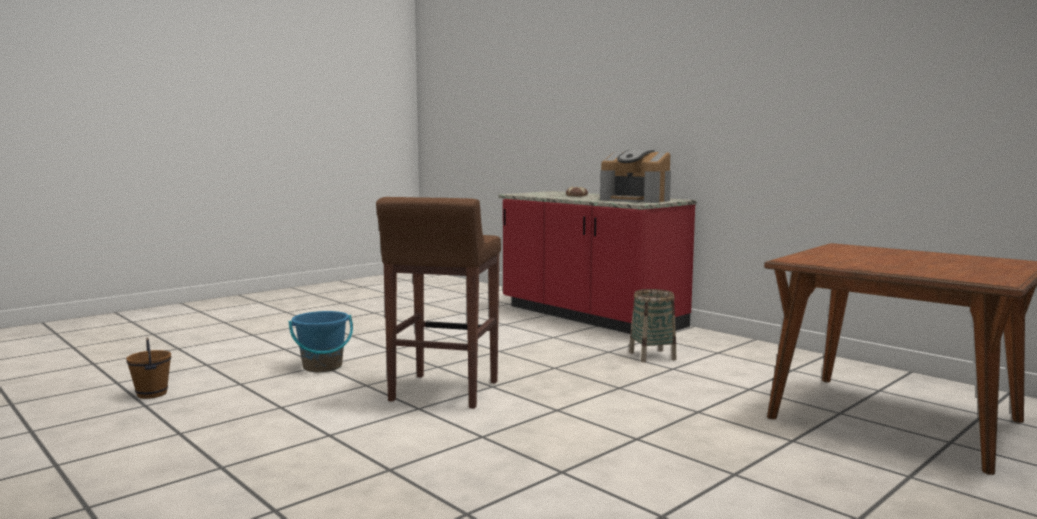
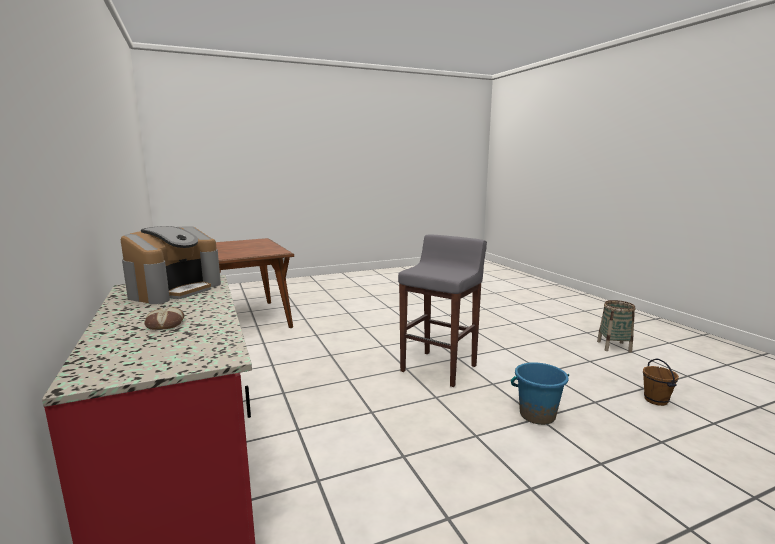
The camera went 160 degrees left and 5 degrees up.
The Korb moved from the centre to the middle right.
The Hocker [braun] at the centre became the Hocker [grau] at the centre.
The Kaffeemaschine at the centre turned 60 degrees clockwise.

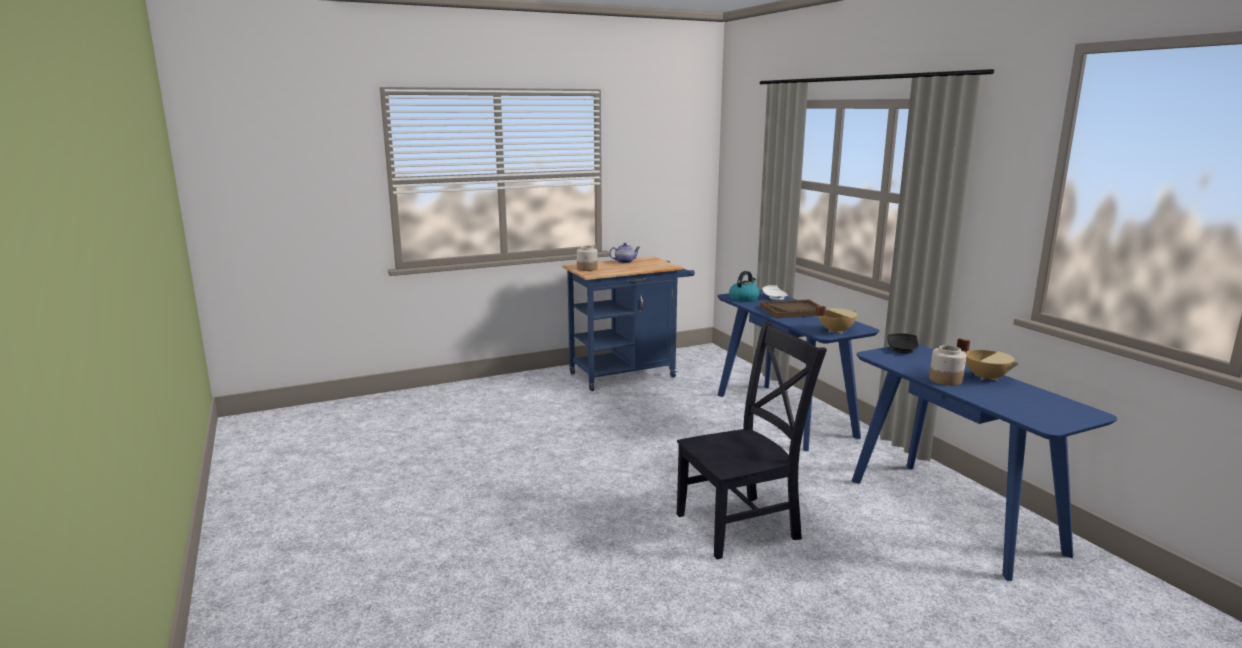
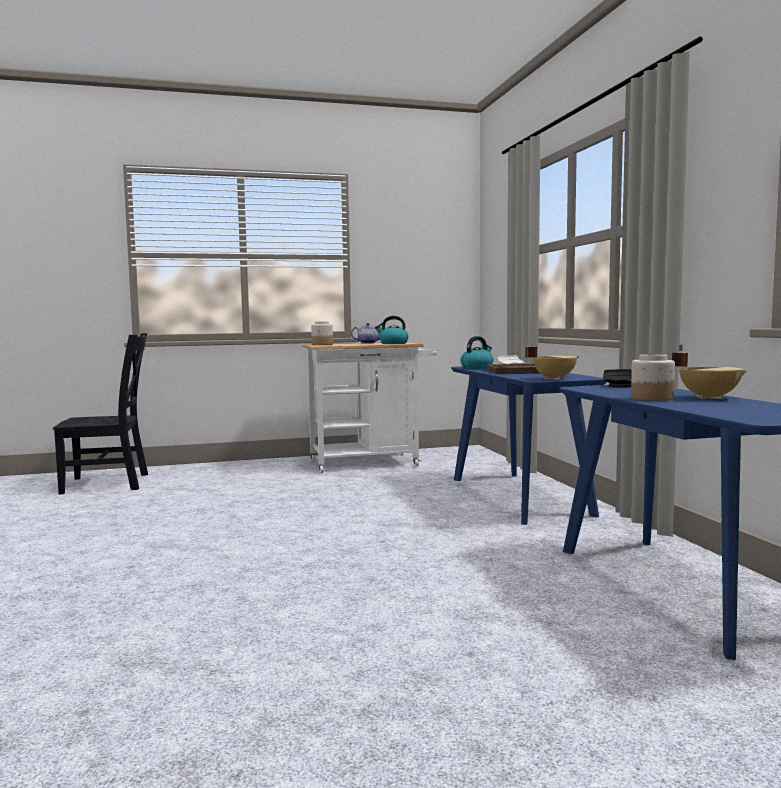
The camera went 10 degrees right and 10 degrees down.
The Wasserkessel (1st from left) at the centre appeared.
The Stuhl [schwarz] moved from the bottom centre to the middle left.
The Rollwagen [blau] at the centre became the Rollwagen [weiß] at the centre.

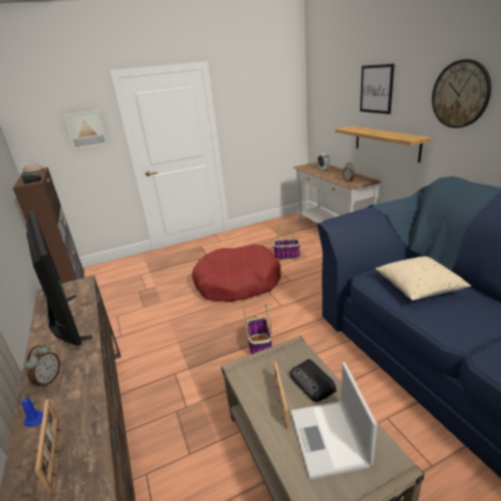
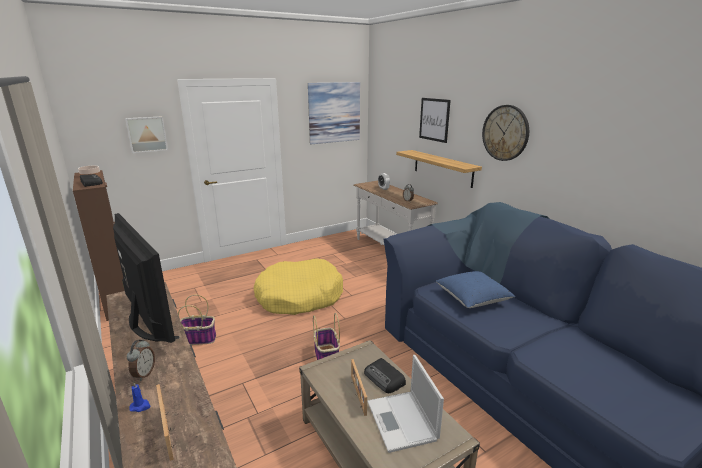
The camera went 10 degrees left and 5 degrees down.
The Bild (2nd from left) at the top centre appeared.
The Korb (2nd from left in the first image) moved from the centre to the bottom left.
The Hundebett [rot] at the centre became the Hundebett [gelb] at the centre.
The Kissen [beige] at the middle right became the Kissen [blau] at the middle right.

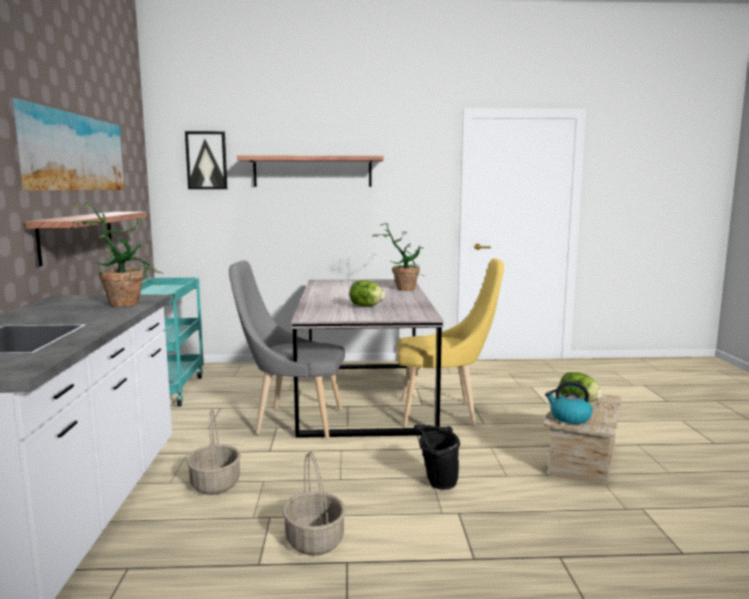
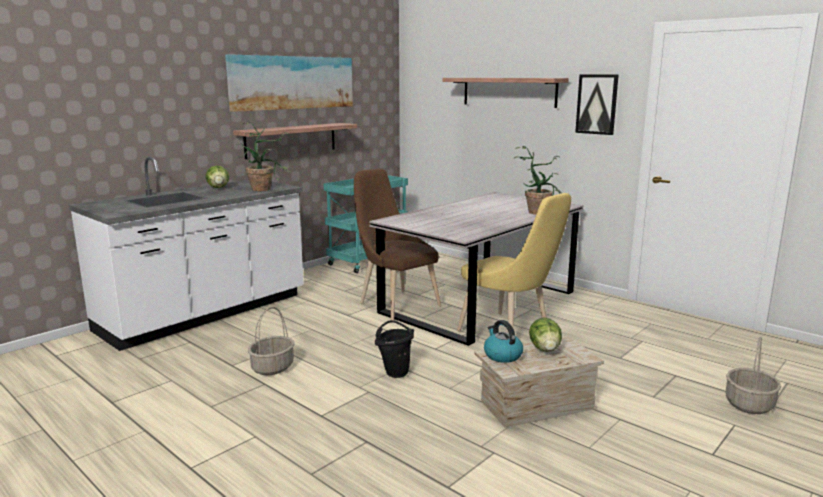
The camera went 45 degrees right and 5 degrees up.
The Bild (2nd from left) moved from the top left to the top right.
The Korb (1st from left in the first image) moved from the bottom left to the bottom right.
The Salatkopf (1st from left) moved from the centre to the middle left.
The Stuhl [grau] at the centre became the Stuhl [braun] at the centre.

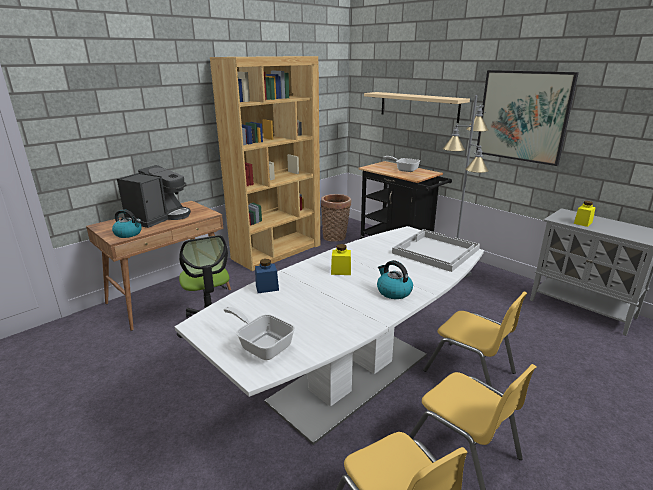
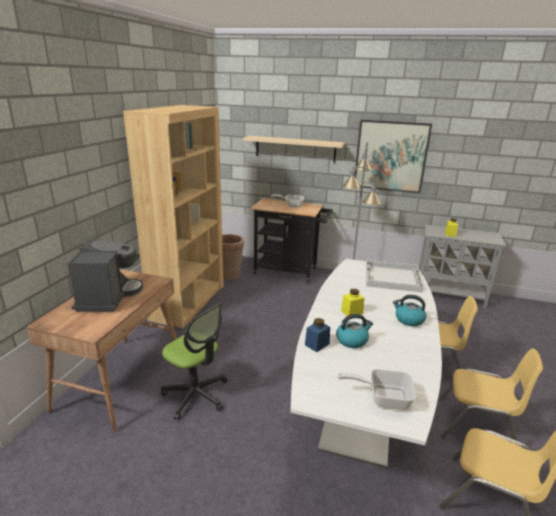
The camera went 30 degrees left and 0 degrees up.
The Wasserkessel (1st from left) moved from the middle left to the centre.

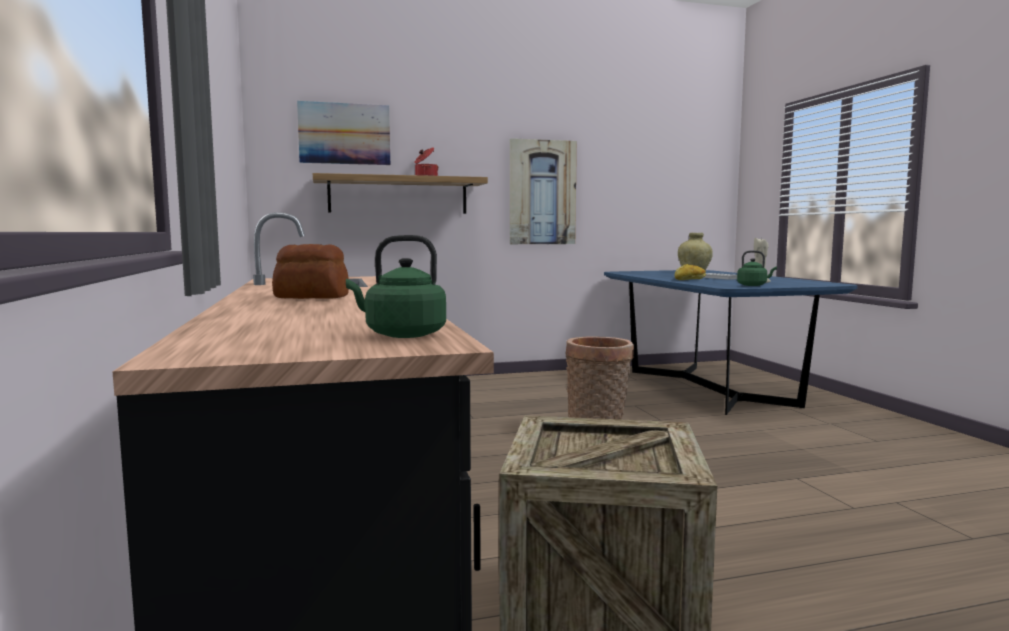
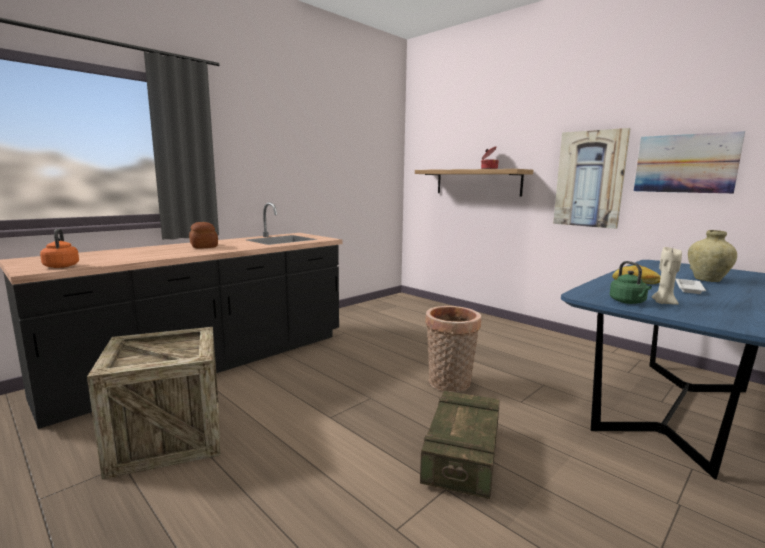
The camera went 60 degrees right and 5 degrees up.
The Kiste (2nd from left) at the bottom centre appeared.
The Bild (1st from left in the first image) moved from the top centre to the top right.
The Wasserkessel [grün] (1st from left) at the centre became the Wasserkessel [orange] at the middle left.

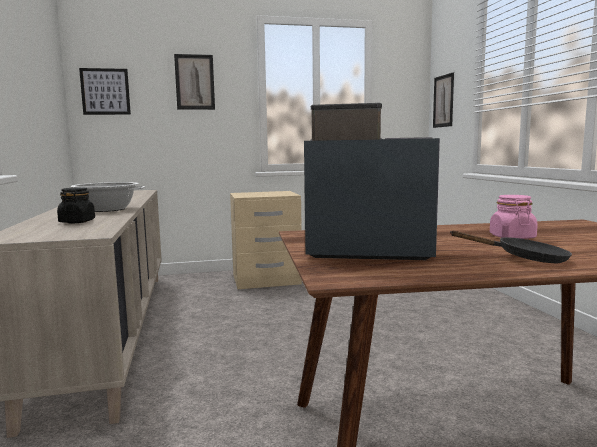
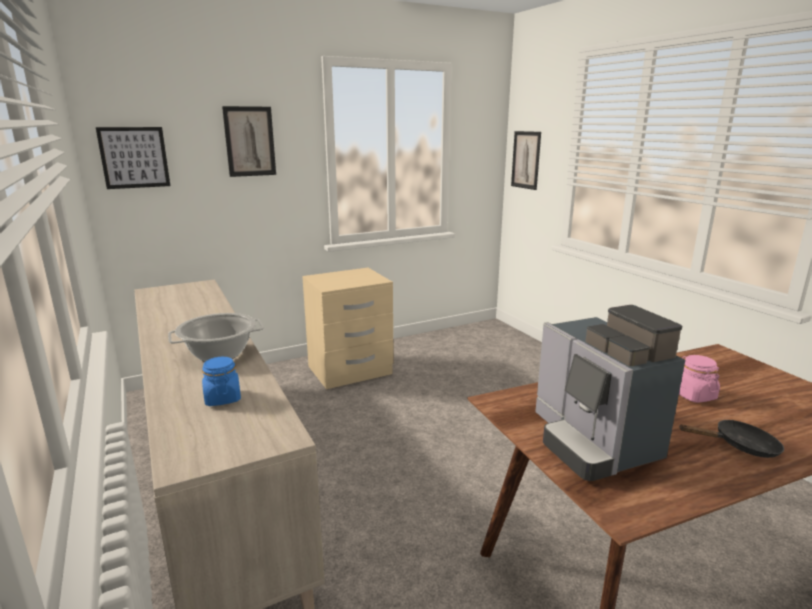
The camera went 15 degrees left and 10 degrees up.
The Vorratsglas [schwarz] at the middle left became the Vorratsglas [blau] at the middle left.
The Kaffeemaschine at the centre turned 105 degrees counterclockwise.

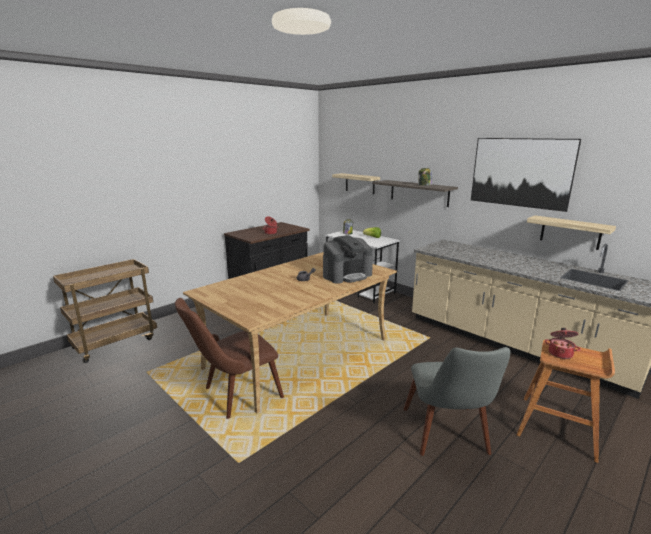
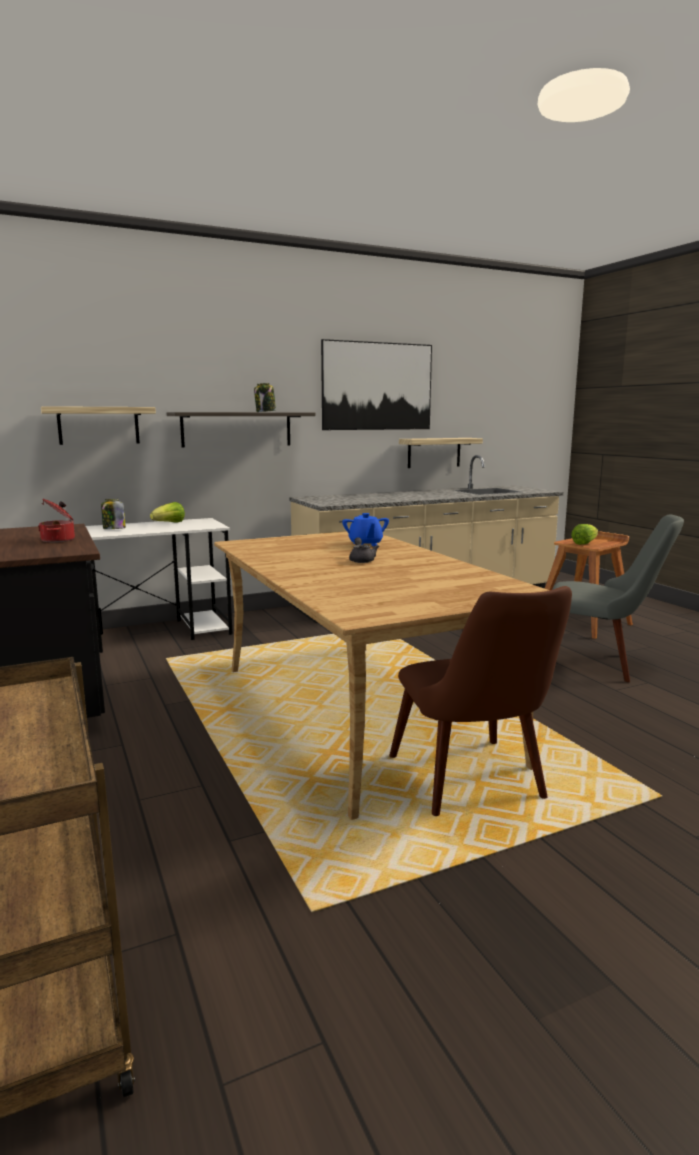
The camera went 70 degrees left and 5 degrees down.
The Kaffeemaschine at the centre was replaced by the Teekanne [blau] at the centre.
The Kochtopf (2nd from left) at the middle right was replaced by the Salatkopf (2nd from left) at the middle right.

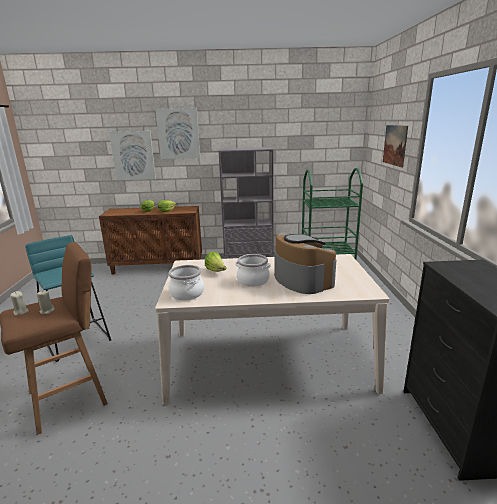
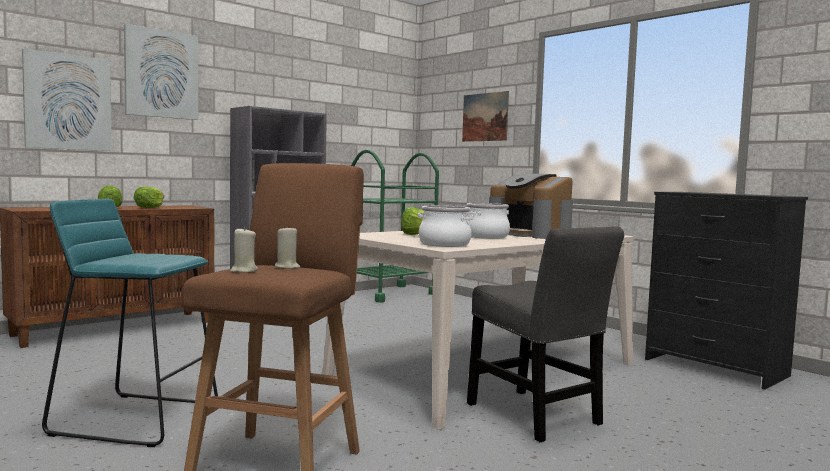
The camera went 40 degrees left and 15 degrees down.
The Stuhl [grau] at the bottom centre appeared.
The Kaffeemaschine at the centre turned 150 degrees counterclockwise.

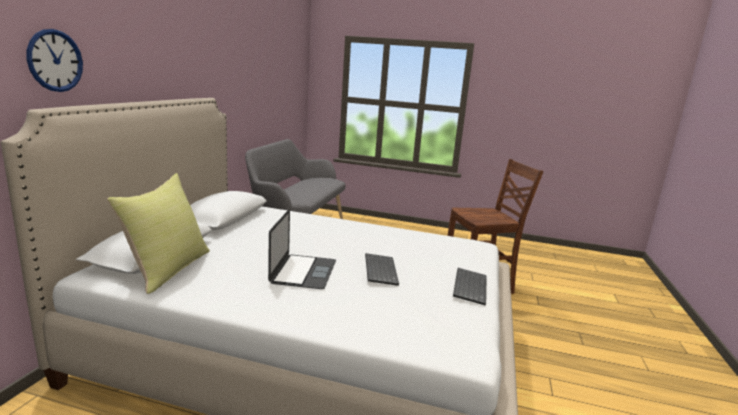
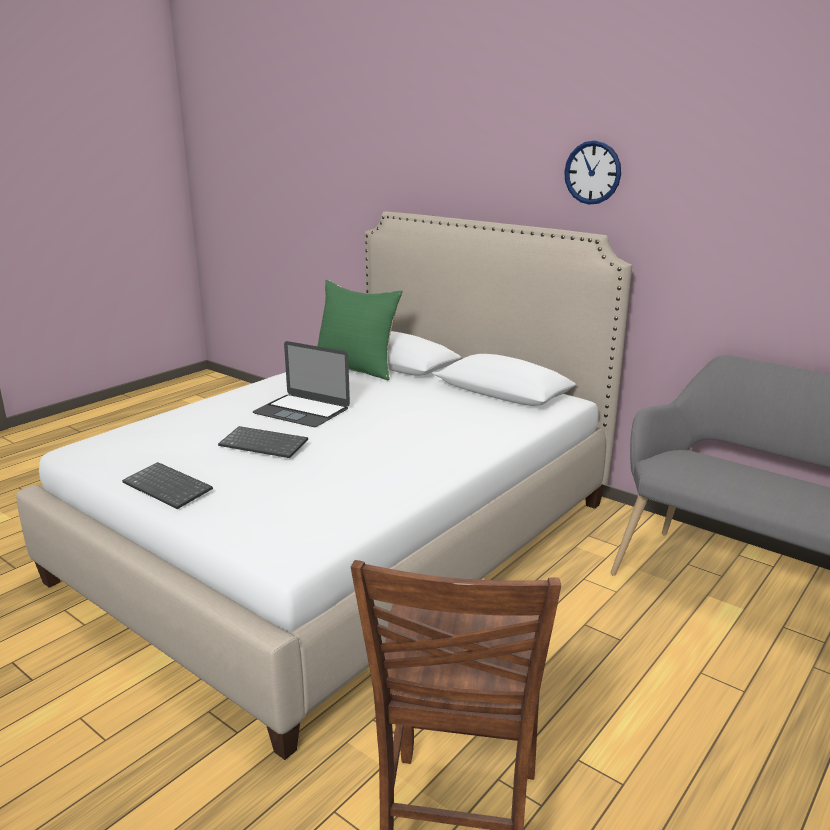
The camera went 115 degrees right and 5 degrees up.
The Wanduhr moved from the top left to the top right.
The Kissen [gelb] at the middle left became the Kissen [grün] at the centre.

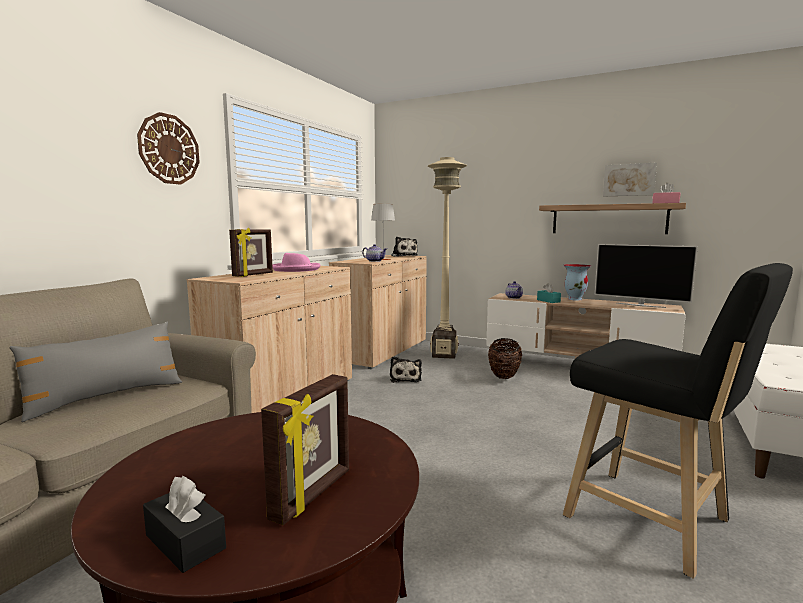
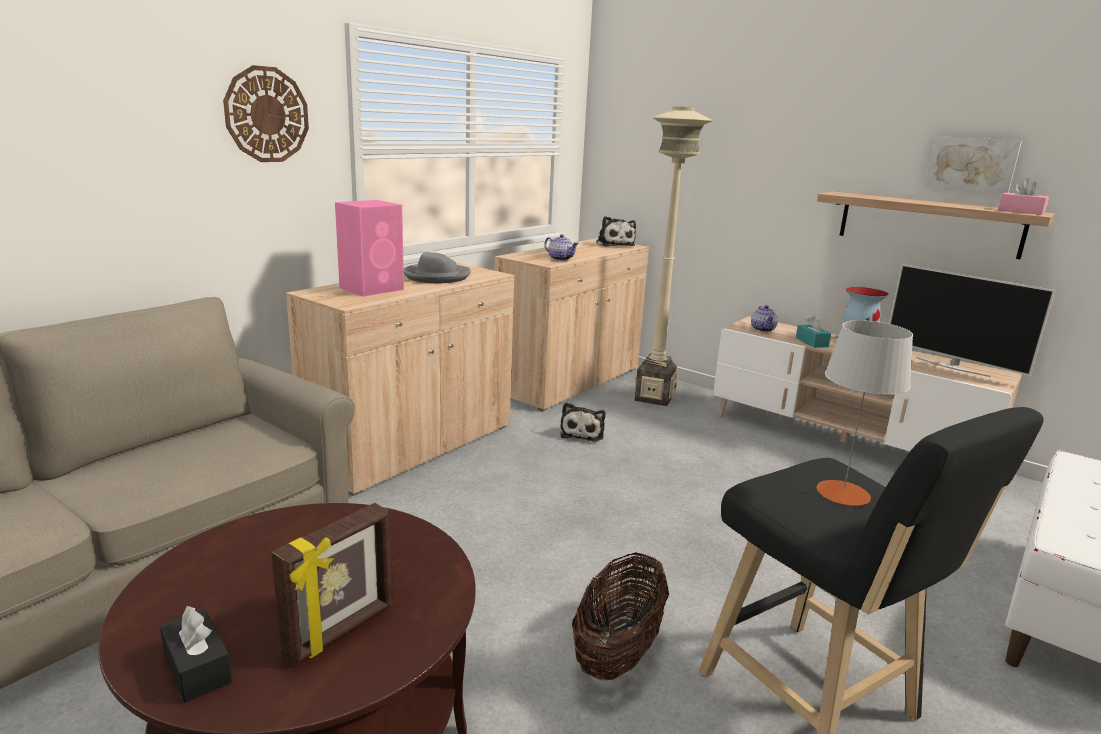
The camera went 10 degrees right and 10 degrees up.
The Kissen [grau] at the middle left disappeared.
The Tischlampe [grau] moved from the centre to the middle right.
The Korb moved from the centre to the bottom centre.
The Bilderrahmen (1st from left) at the middle left was replaced by the Lautsprecher [rosa] at the centre.
The Hut [rosa] at the centre became the Hut [grau] at the centre.

